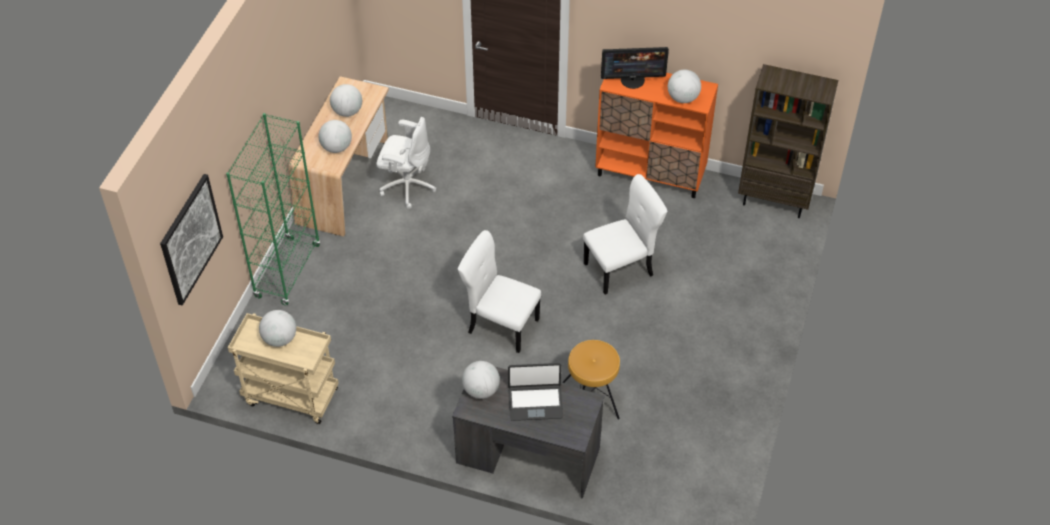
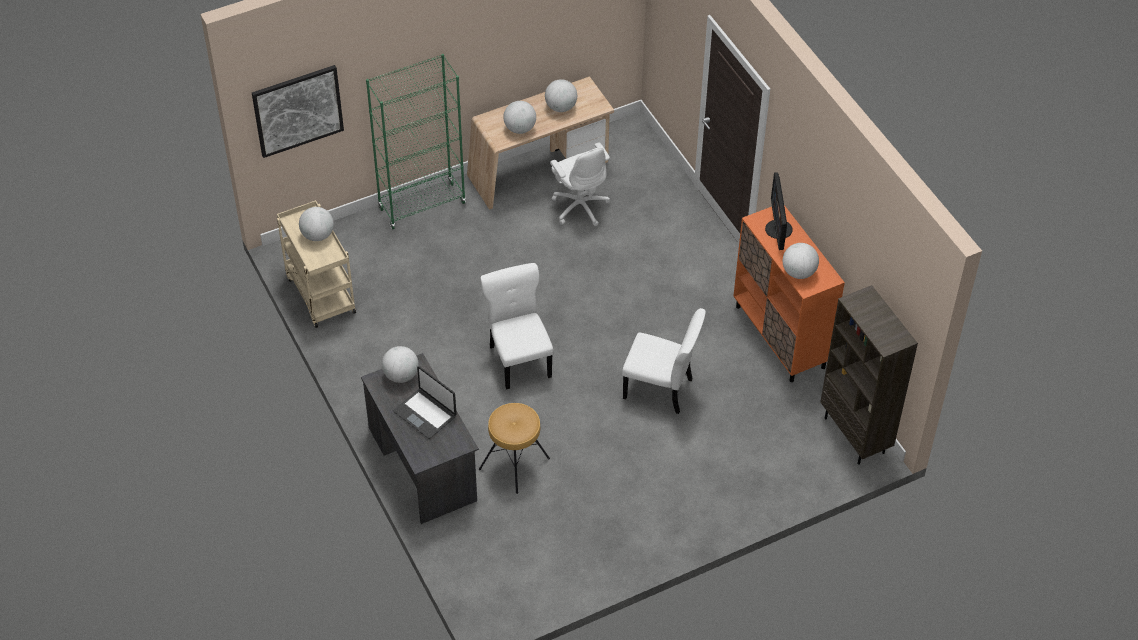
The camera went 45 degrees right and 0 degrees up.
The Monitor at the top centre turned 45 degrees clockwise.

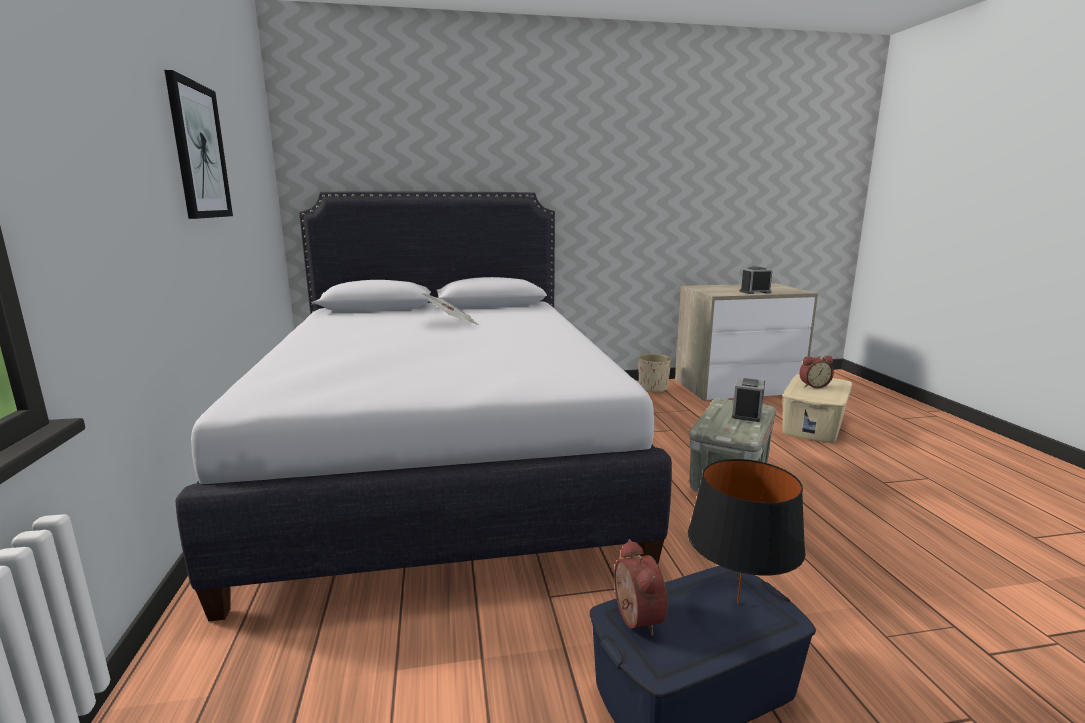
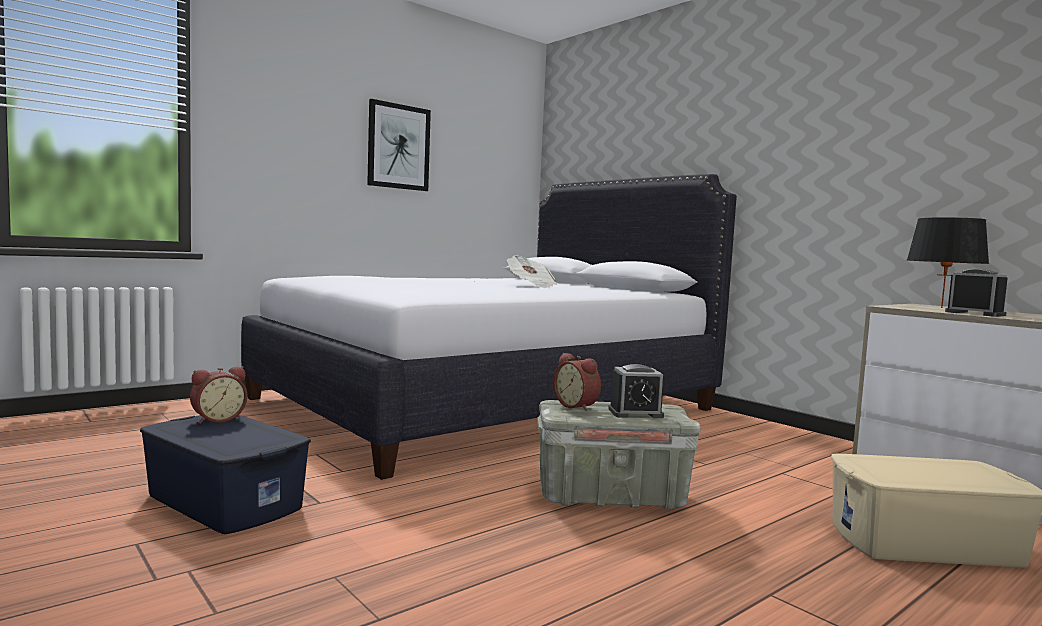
The camera went 60 degrees right and 10 degrees down.
The Pflanzkübel [beige] at the centre disappeared.
The Tischlampe [schwarz] moved from the bottom right to the middle right.
The Wecker (4th from left in the first image) moved from the middle right to the centre.

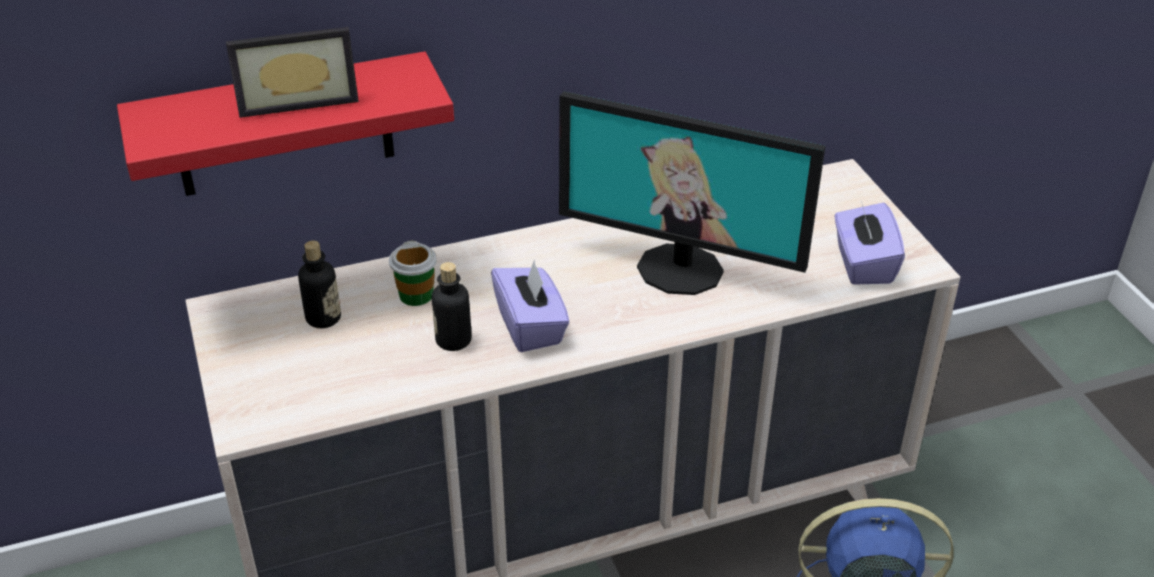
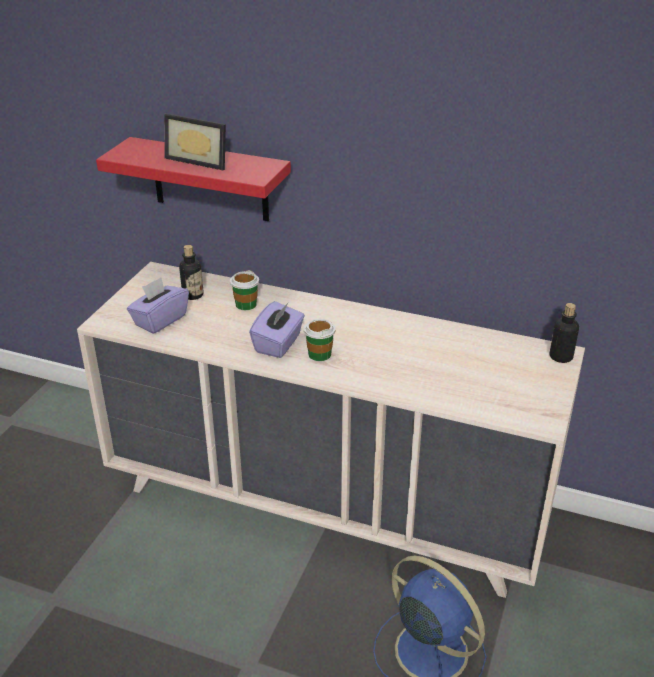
The camera went 40 degrees right and 5 degrees down.
The Monitor at the centre disappeared.
The Tasse (2nd from left) at the centre appeared.
The Flasche (2nd from left) moved from the centre to the middle right.
The Taschentuchbox [lila] (2nd from left in the first image) moved from the middle right to the middle left.

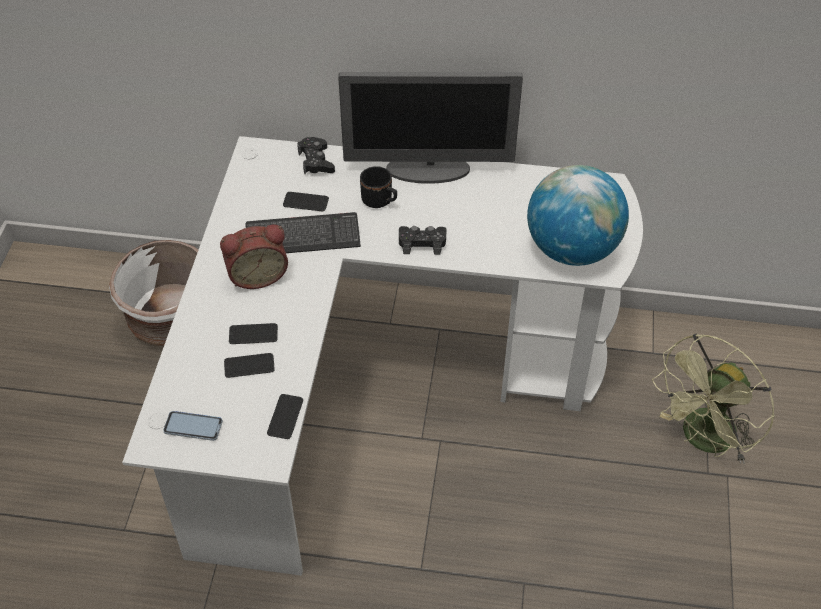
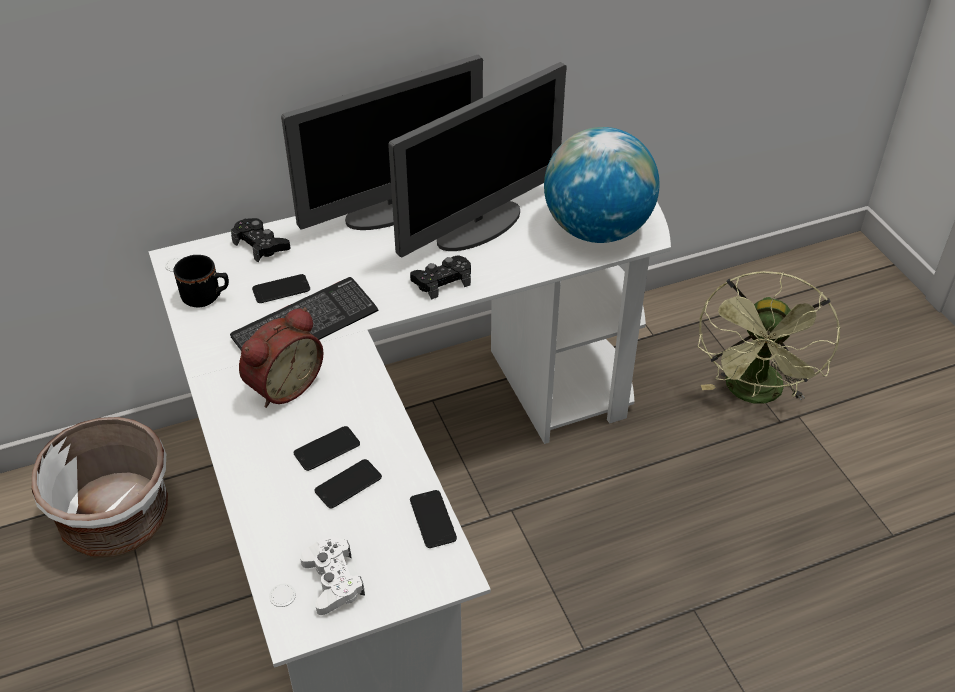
The camera went 30 degrees left and 5 degrees down.
The Monitor (2nd from left) at the top centre appeared.
The Henkelbecher [schwarz] moved from the top centre to the middle left.
The Handy (1st from left) at the bottom left was replaced by the Gamepad [weiß] at the bottom centre.

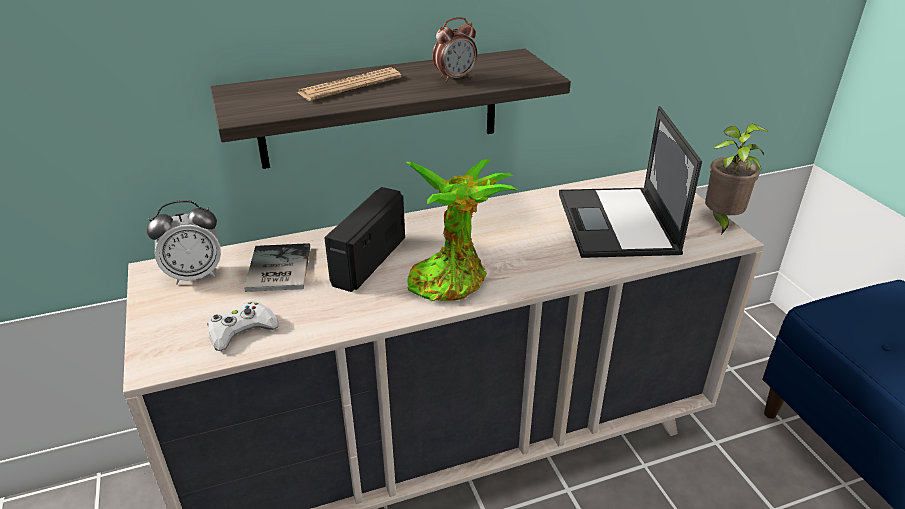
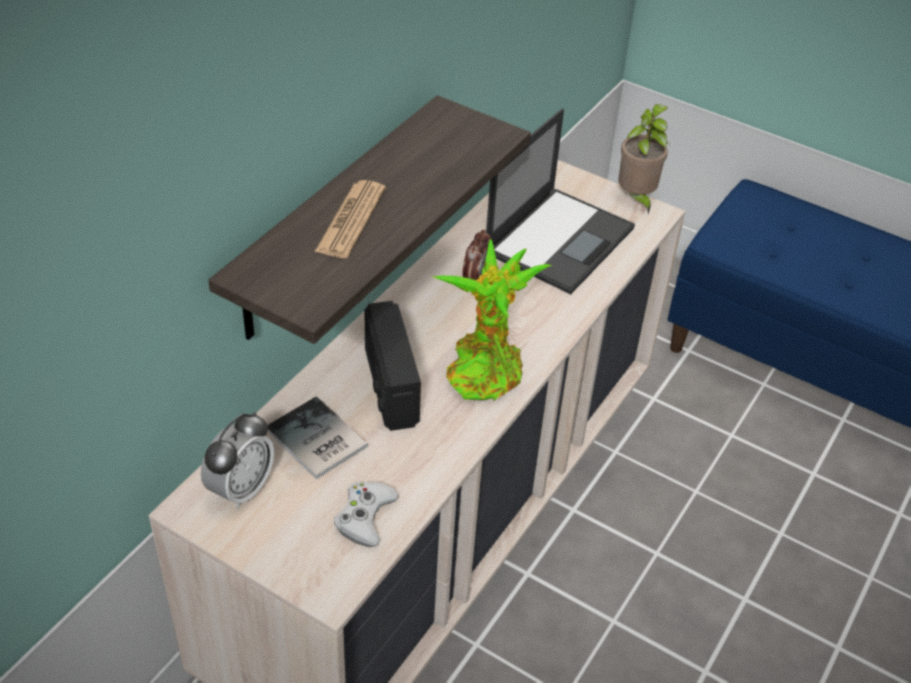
The camera went 40 degrees left and 10 degrees up.
The Wecker (2nd from left) moved from the top centre to the centre.
The Laptop at the middle right turned 105 degrees counterclockwise.

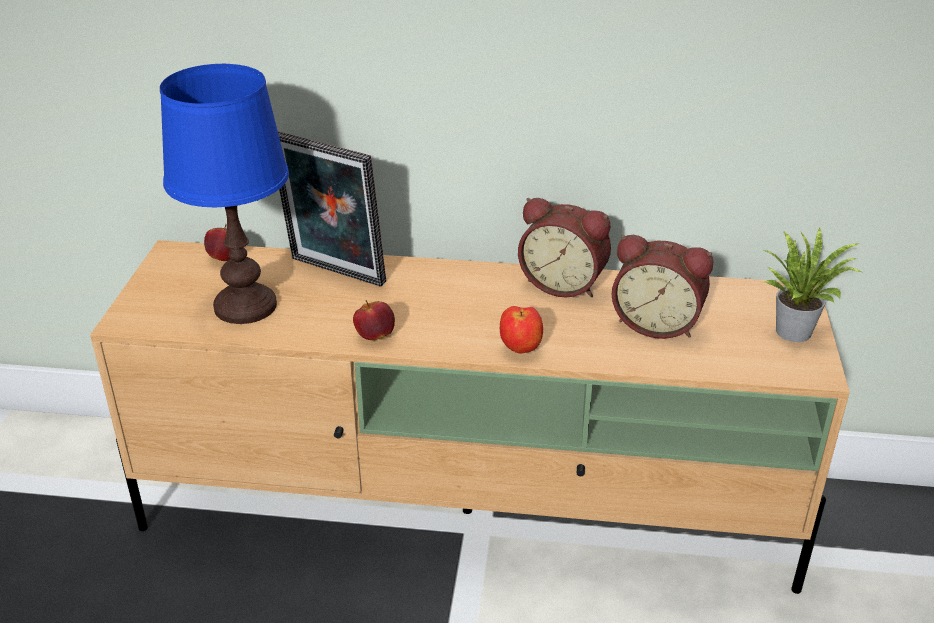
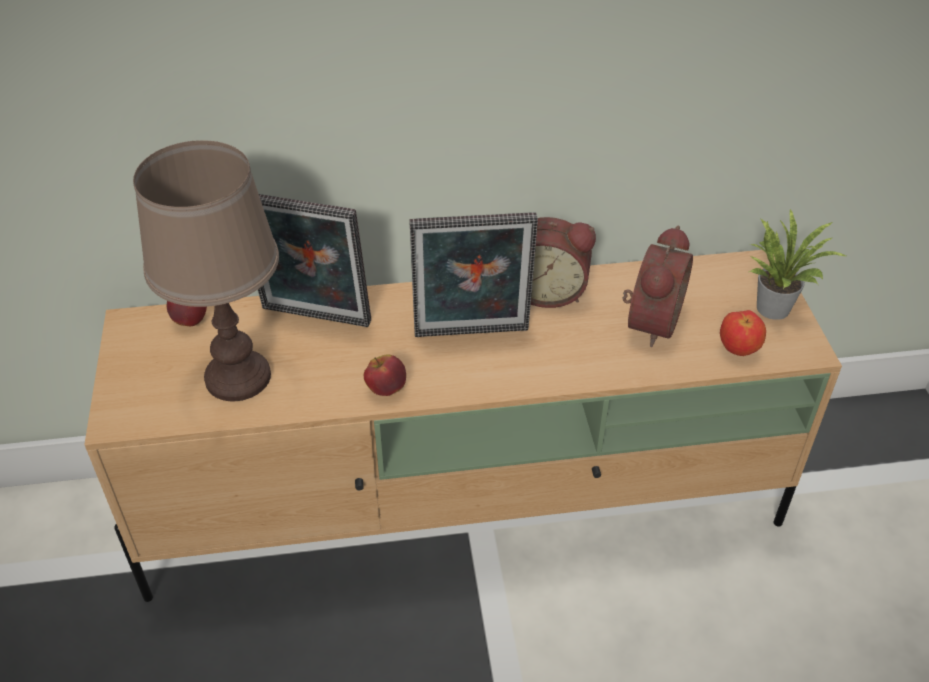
The camera went 15 degrees left and 10 degrees up.
The Bilderrahmen (2nd from left) at the centre appeared.
The Apfel (3rd from left) moved from the centre to the middle right.
The Tischlampe [blau] at the top left became the Tischlampe [braun] at the middle left.
The Wecker (2nd from left) at the middle right turned 75 degrees counterclockwise.

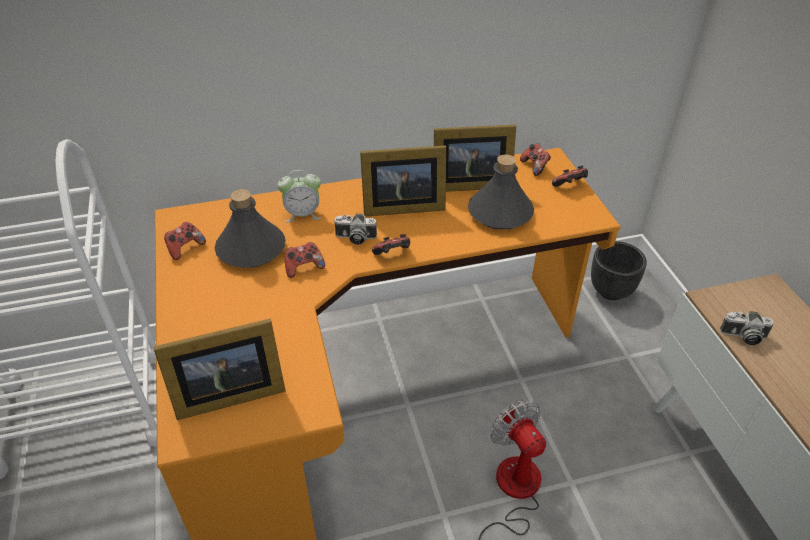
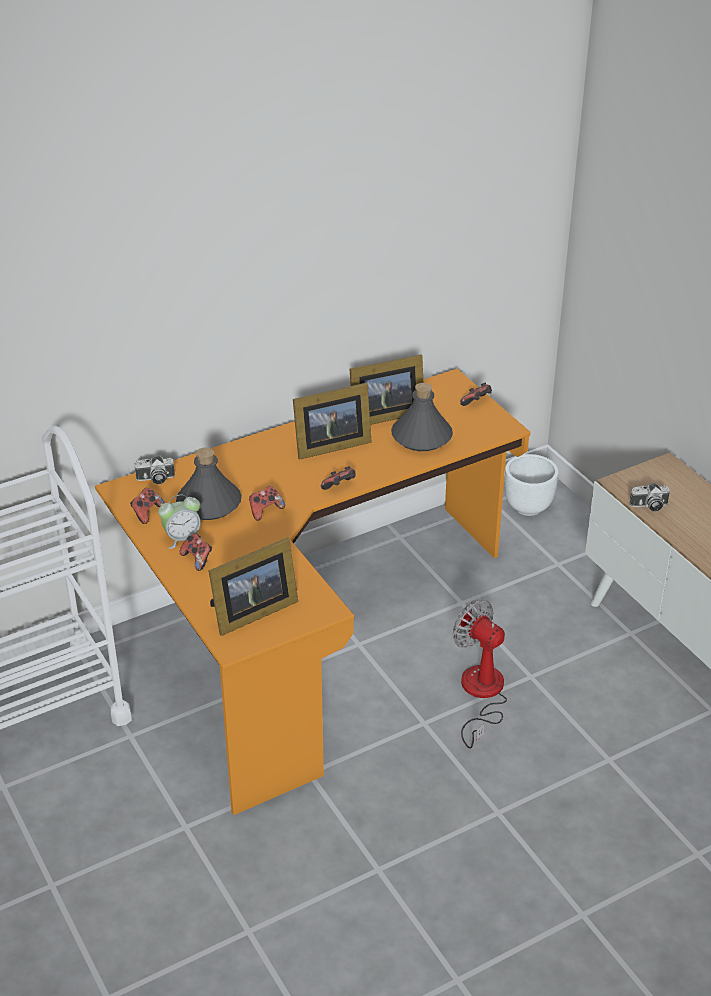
The camera went 15 degrees left and 5 degrees down.
The Wecker moved from the centre to the middle left.
The Kamera (1st from left) moved from the centre to the middle left.
The Gamepad (4th from left in the first image) moved from the top centre to the middle left.
The Pflanzkübel [schwarz] at the middle right became the Pflanzkübel [weiß] at the middle right.

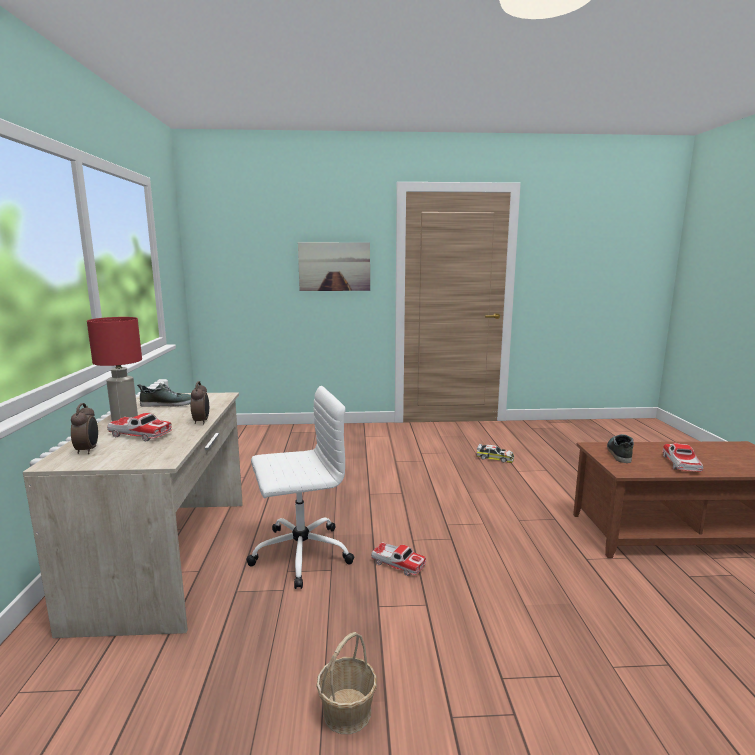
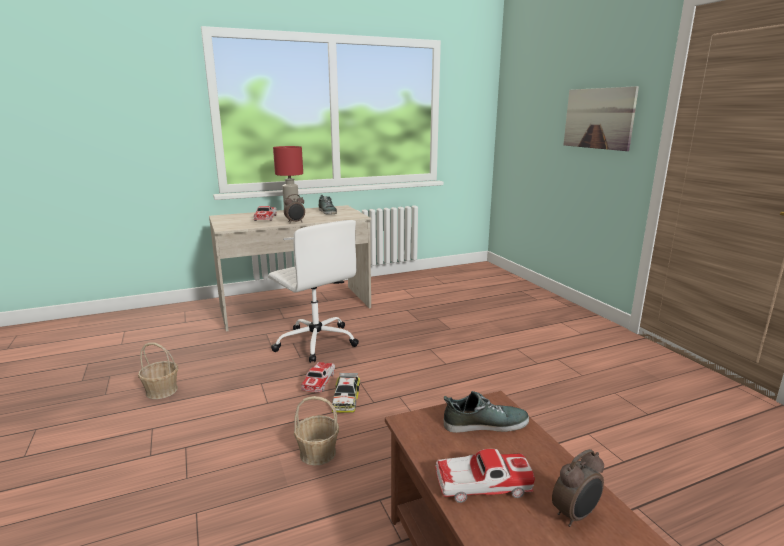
The camera went 70 degrees right and 5 degrees up.
The Korb (2nd from left) at the bottom centre appeared.
The Wecker (1st from left in the first image) moved from the middle left to the bottom right.
The Spielzeugauto (3rd from left) moved from the centre to the bottom centre.

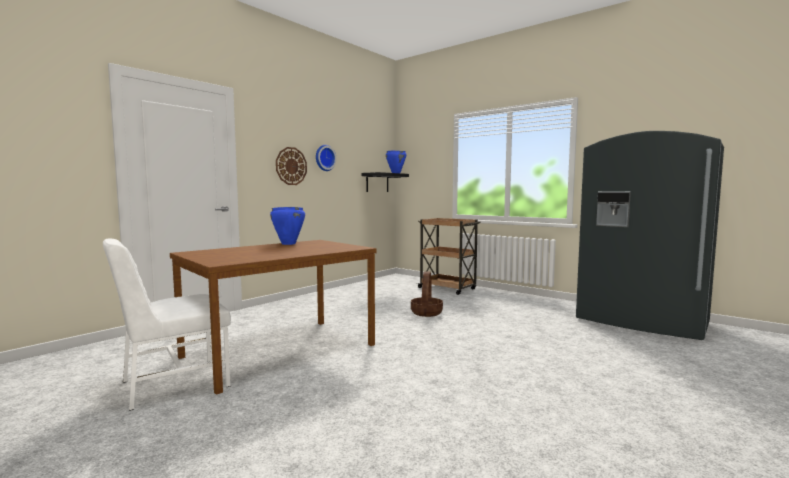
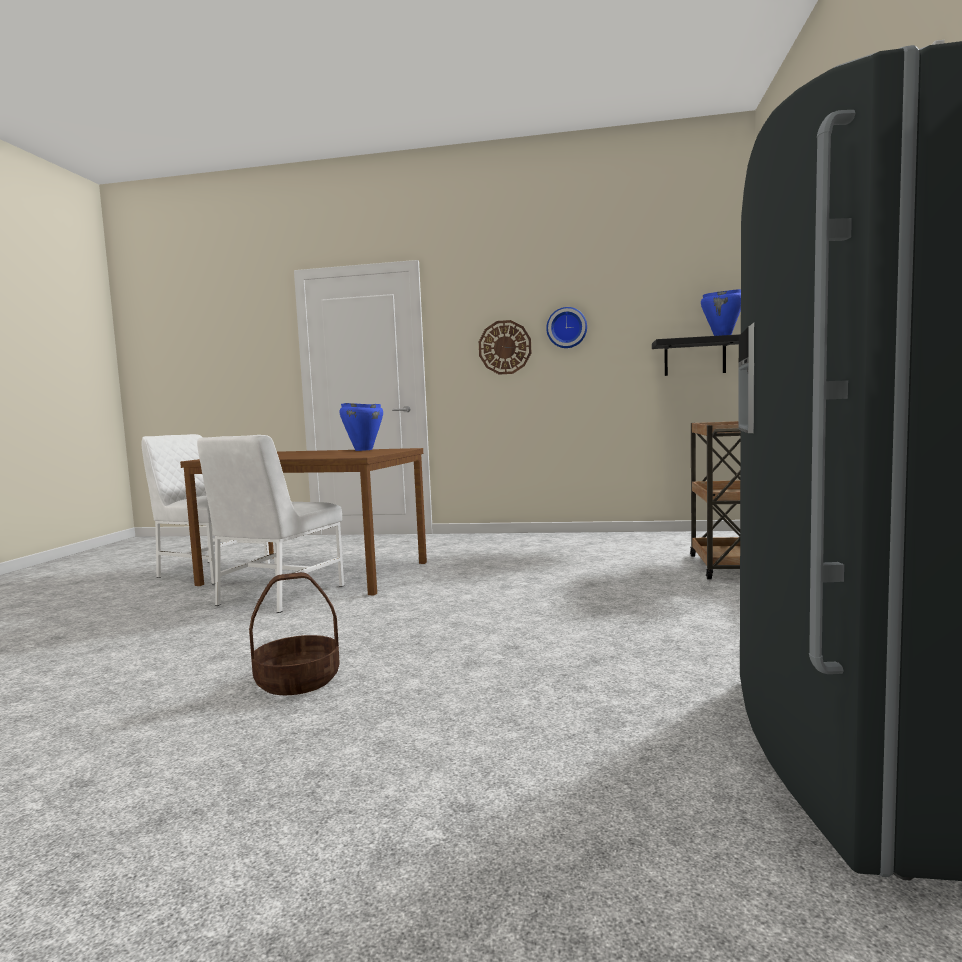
The camera went 60 degrees right and 0 degrees up.
The Stuhl [weiß] (2nd from left) at the middle left appeared.
The Korb moved from the centre to the middle left.

